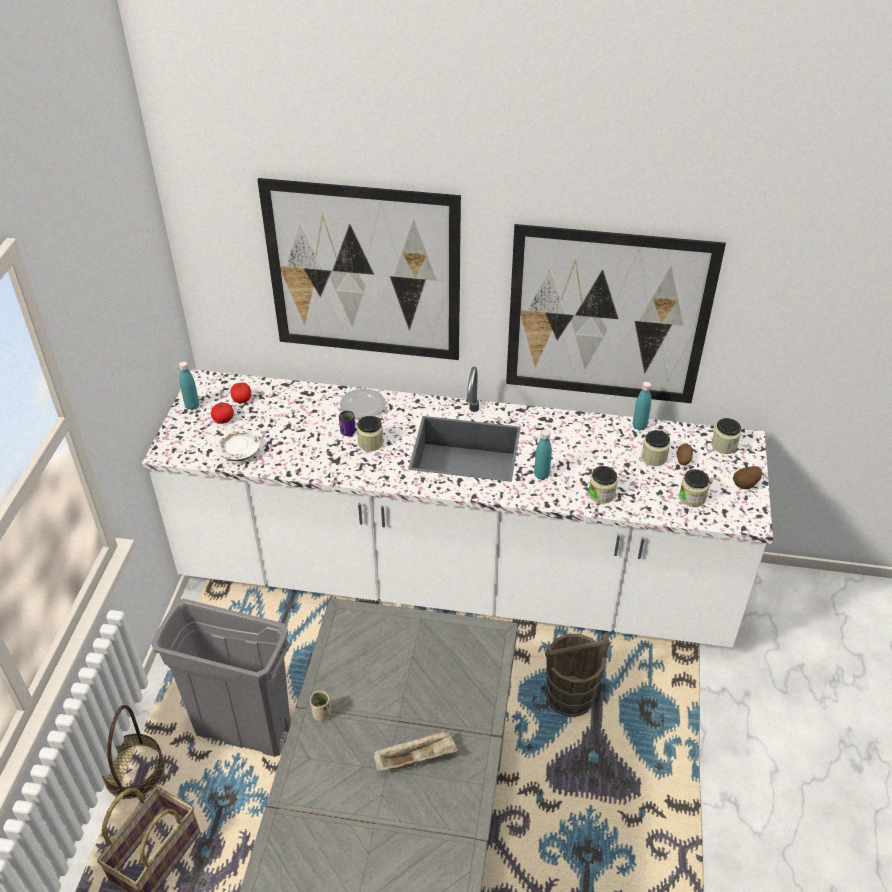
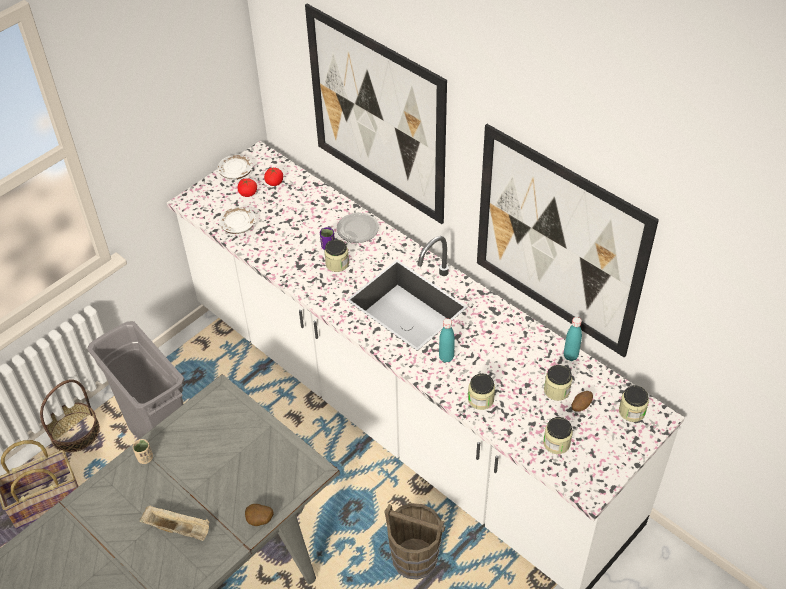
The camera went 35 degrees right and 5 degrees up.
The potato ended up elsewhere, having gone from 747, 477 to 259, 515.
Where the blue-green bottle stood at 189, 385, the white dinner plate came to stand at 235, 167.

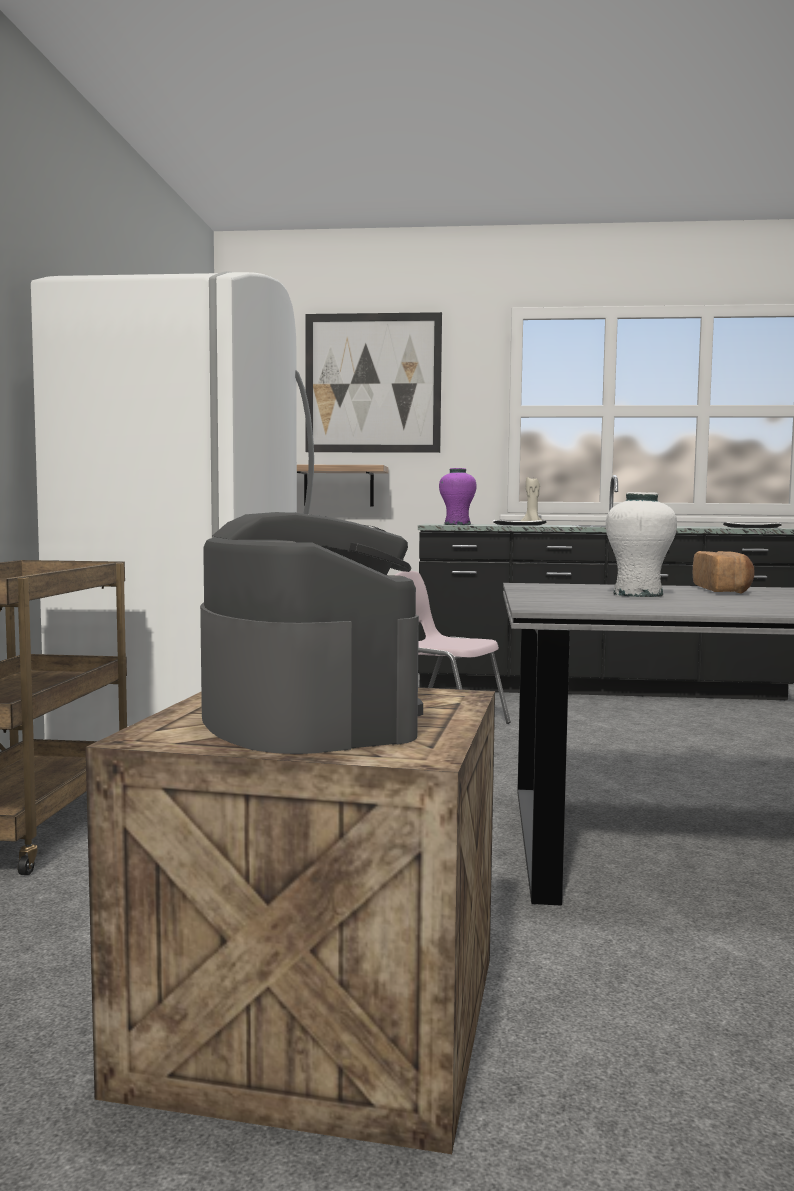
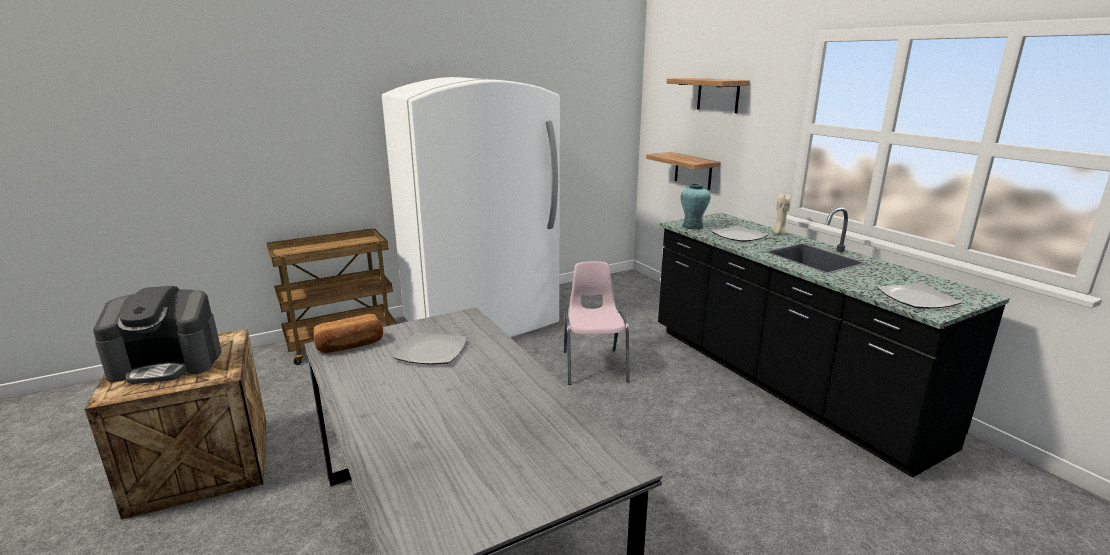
The camera went 55 degrees right and 15 degrees up.
The baked bread ended up elsewhere, having gone from 724, 572 to 348, 333.
Where the picture hung at 373, 382, the shelf came to hang at 708, 96.
Where the white decorative vase stood at 641, 544, the dinner plate came to stand at 430, 348.
What was the purplish decorative vase at 457, 496 turned into the blue-green decorative vase at 695, 206.
The coffee maker at 311, 633 ended up facing another way, 45 degrees clockwise from before.

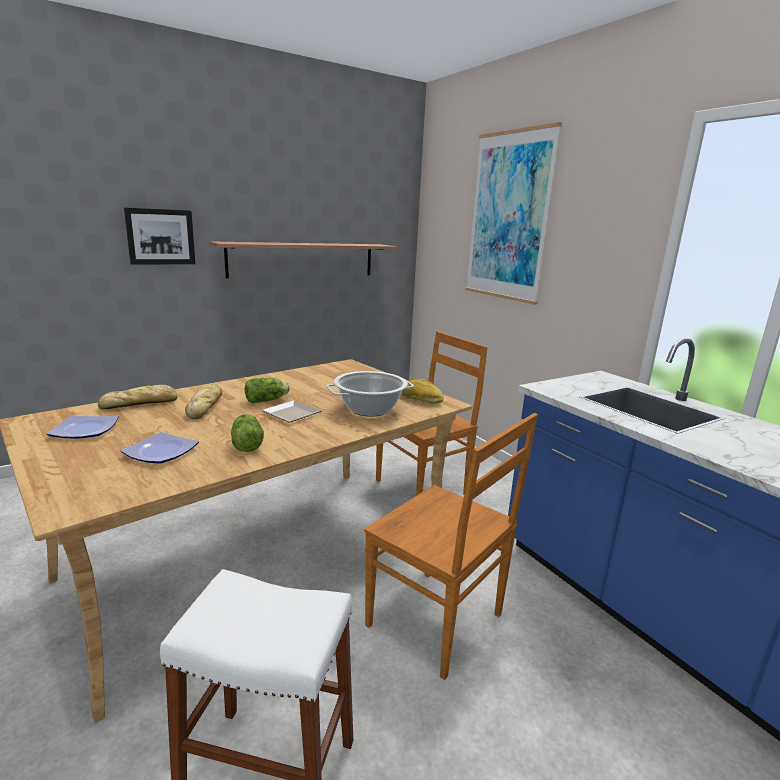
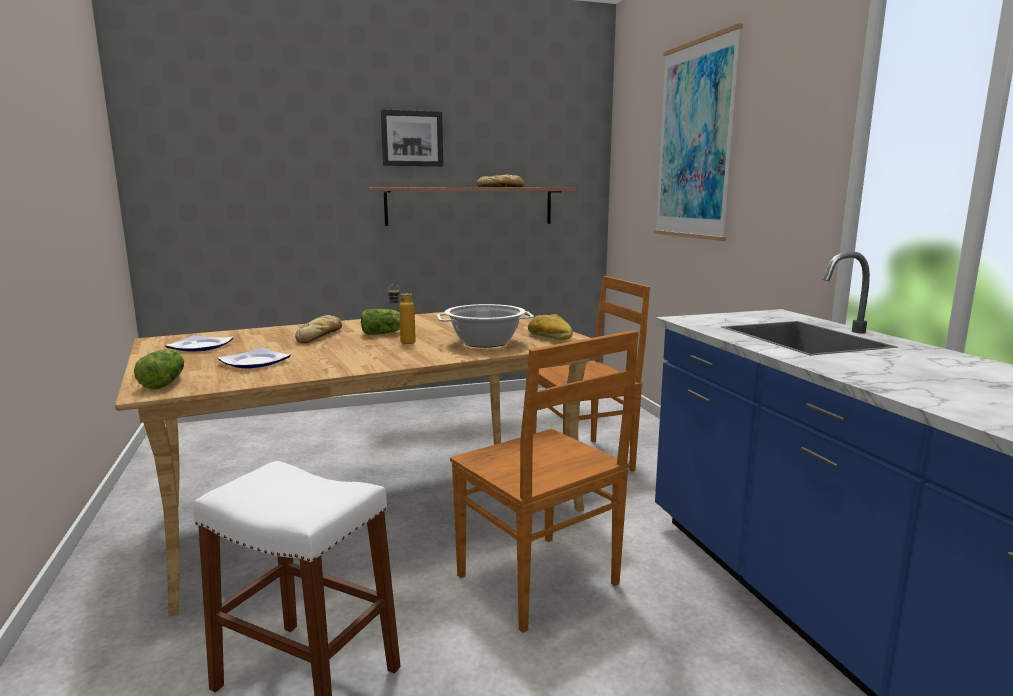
The camera went 15 degrees right and 5 degrees down.
The baked bread ended up elsewhere, having gone from 138, 397 to 501, 181.
The picture ended up elsewhere, having gone from 160, 236 to 411, 138.
The lettuce head ended up elsewhere, having gone from 247, 433 to 159, 369.
Where the dinner plate stood at 292, 411, the bottle came to stand at 402, 314.

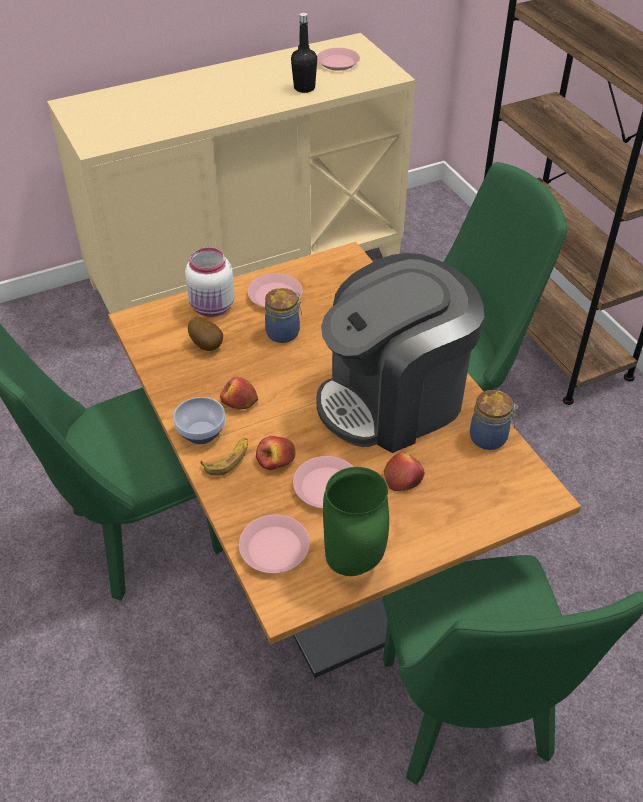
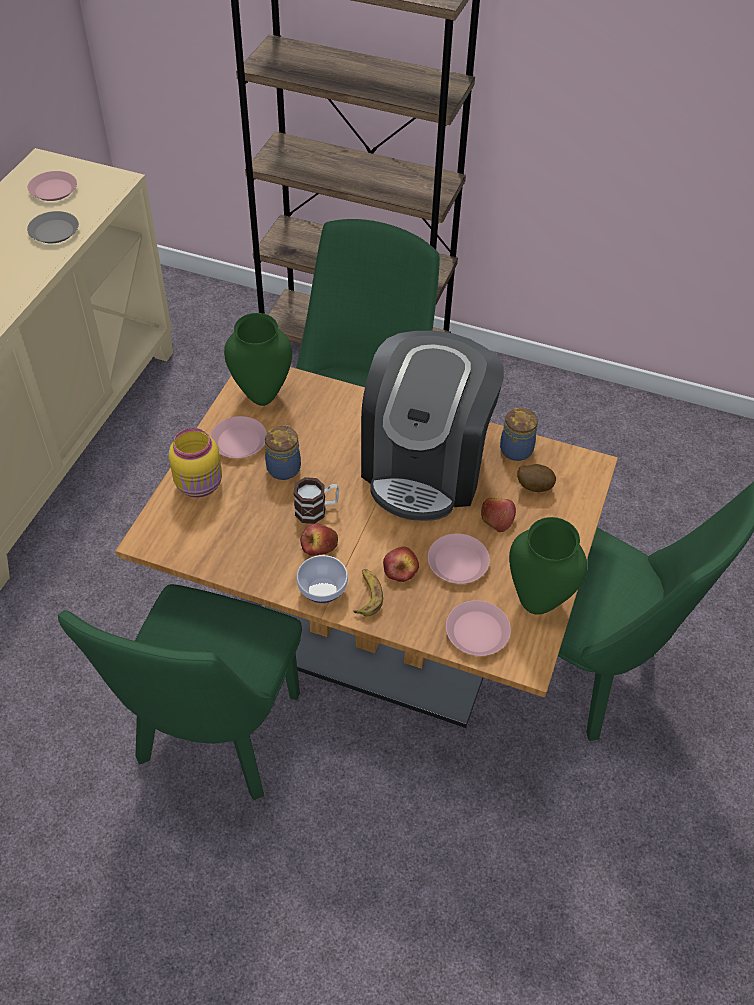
The camera went 45 degrees left and 5 degrees up.
The second view gained the green decorative vase at 258, 359.
The second view gained the mug at 316, 500.
The potato ended up elsewhere, having gone from 205, 334 to 536, 478.
Where the black bottle stood at 304, 53, the grey dinner plate came to stand at 53, 227.
What was the white preserve jar at 210, 282 turned into the yellow-coloured preserve jar at 195, 462.

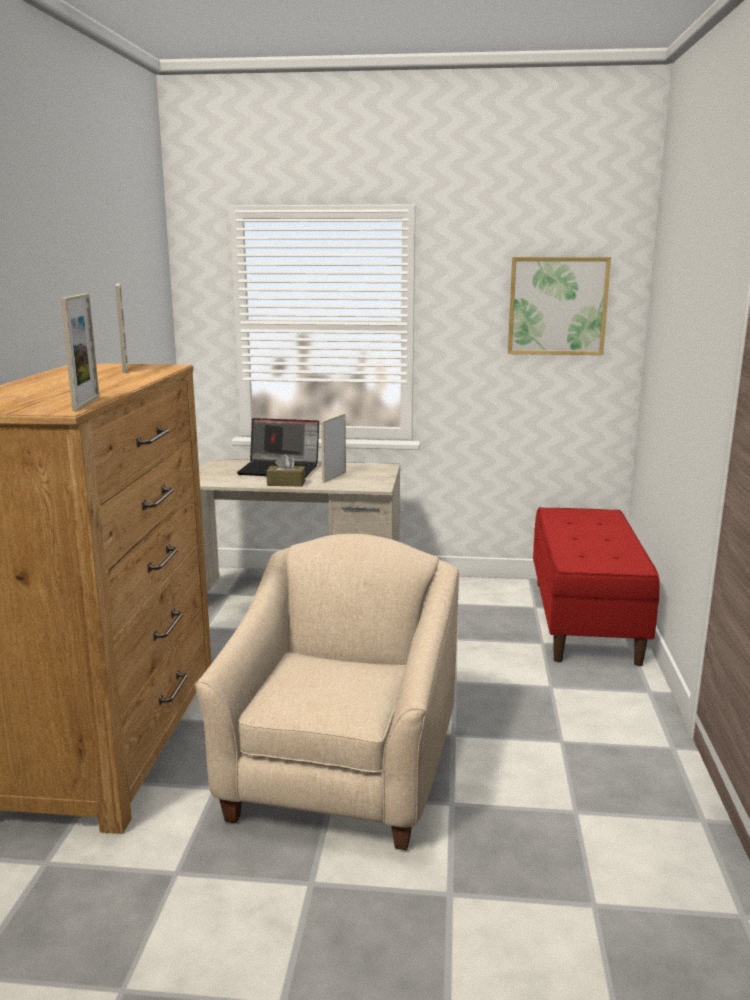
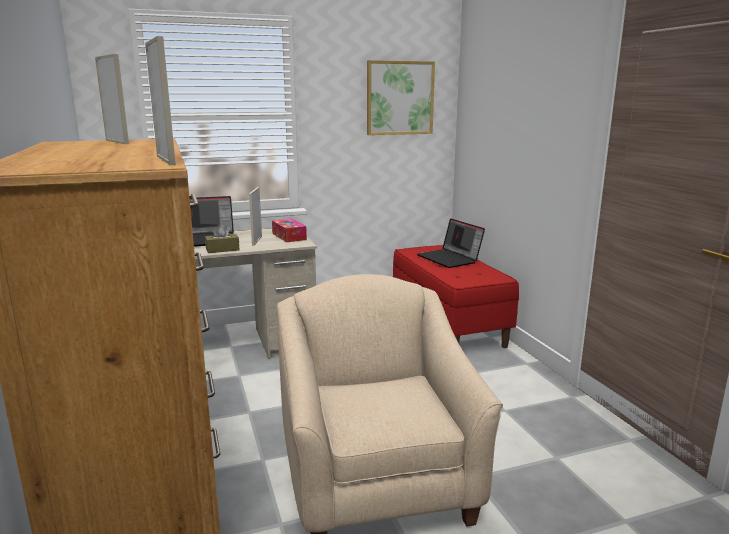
The camera went 25 degrees left and 0 degrees up.
The second view gained the tissue box at 289, 231.
The second view gained the notebook computer at 451, 243.

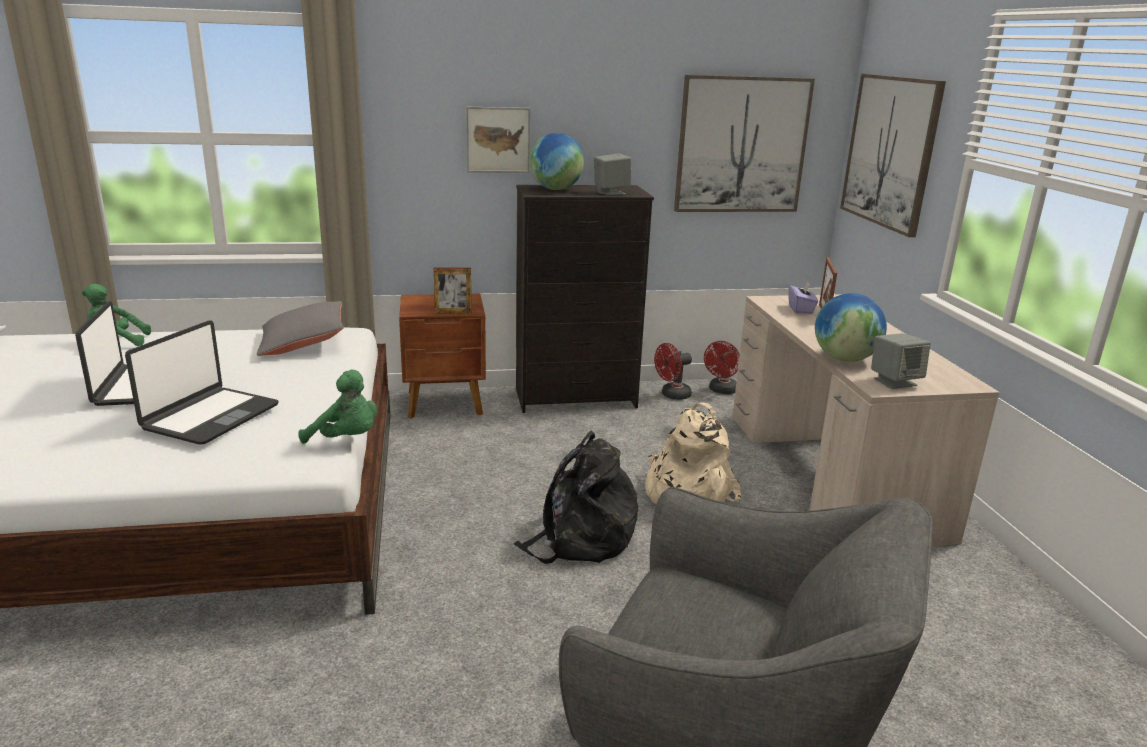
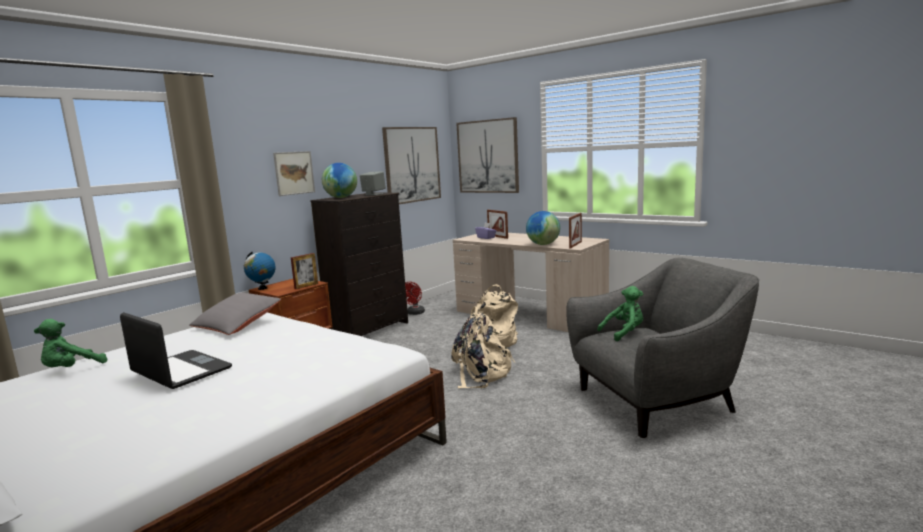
The camera went 40 degrees left and 10 degrees down.
The second view lost the notebook computer at 202, 382.
The second view lost the red-coloured electric fan at 722, 367.
The second view gained the world globe at 259, 271.
The green cuddly toy ended up elsewhere, having gone from 337, 406 to 620, 313.
Where the grey audio speaker stood at 901, 361, the picture frame came to stand at 575, 231.
What was the black backpack at 575, 497 turned into the beige-coloured backpack at 483, 347.

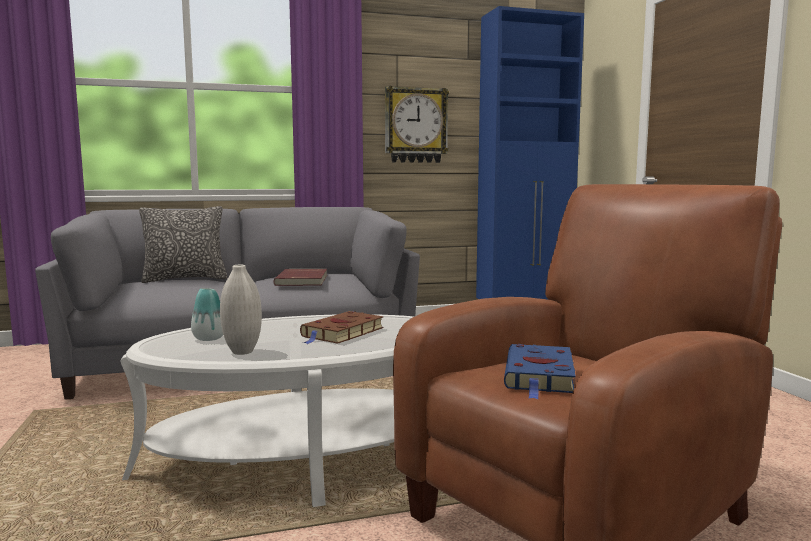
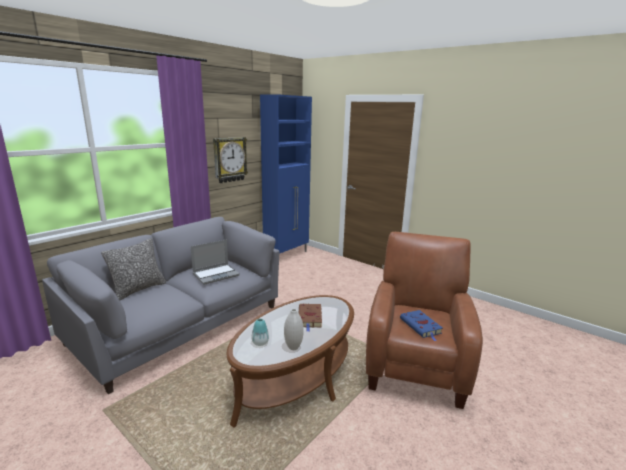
The camera went 35 degrees left and 10 degrees up.
Where the red-coloured volume stood at 300, 277, the notebook computer came to stand at 215, 262.
What was the white coffee table at 267, 410 turned into the brown coffee table at 290, 361.

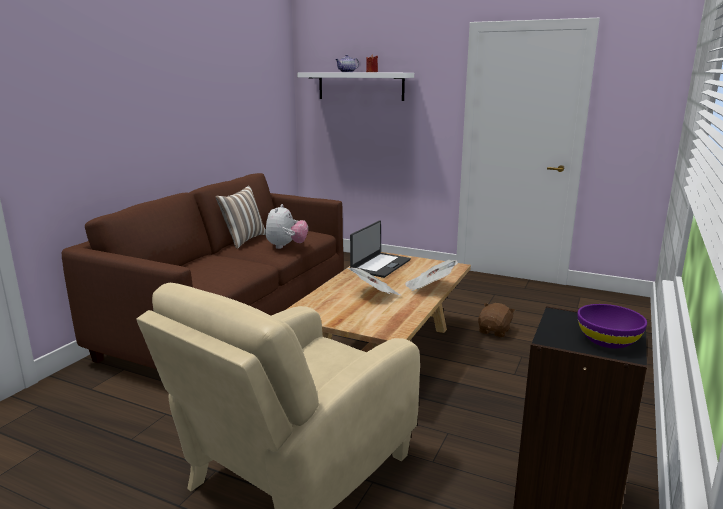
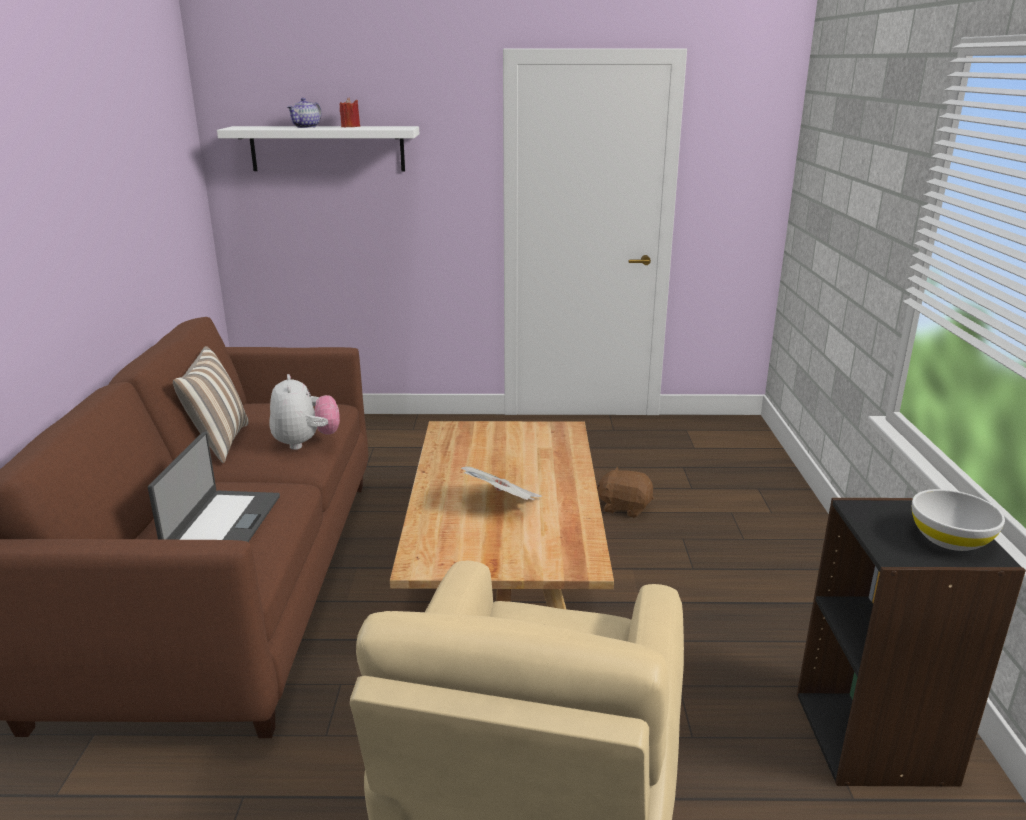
The camera went 25 degrees left and 5 degrees up.
The second view lost the daily paper at 431, 275.
The notebook computer ended up elsewhere, having gone from 380, 249 to 214, 487.
What was the purplish serving bowl at 612, 326 turned into the white serving bowl at 958, 520.
The brown cuddly toy at 496, 320 ended up facing another way, 75 degrees counterclockwise from before.

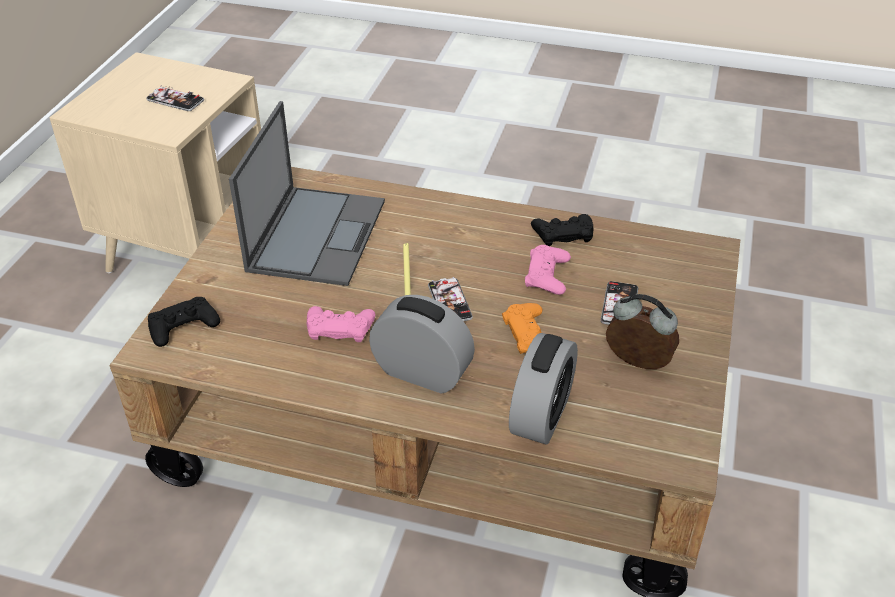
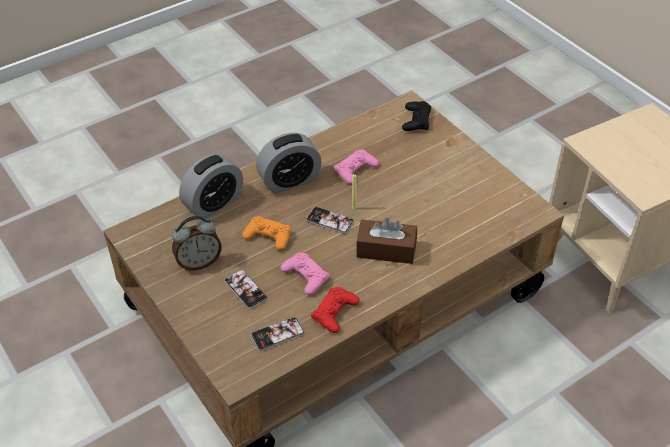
The camera went 130 degrees right and 5 degrees up.
The second view lost the notebook computer at 307, 193.
The second view gained the brown tissue box at 386, 241.
The handset ended up elsewhere, having gone from 175, 98 to 278, 334.
What was the black game controller at 562, 230 turned into the red-coloured game controller at 335, 310.
The alarm clock at 543, 389 ended up facing another way, 105 degrees counterclockwise from before.

